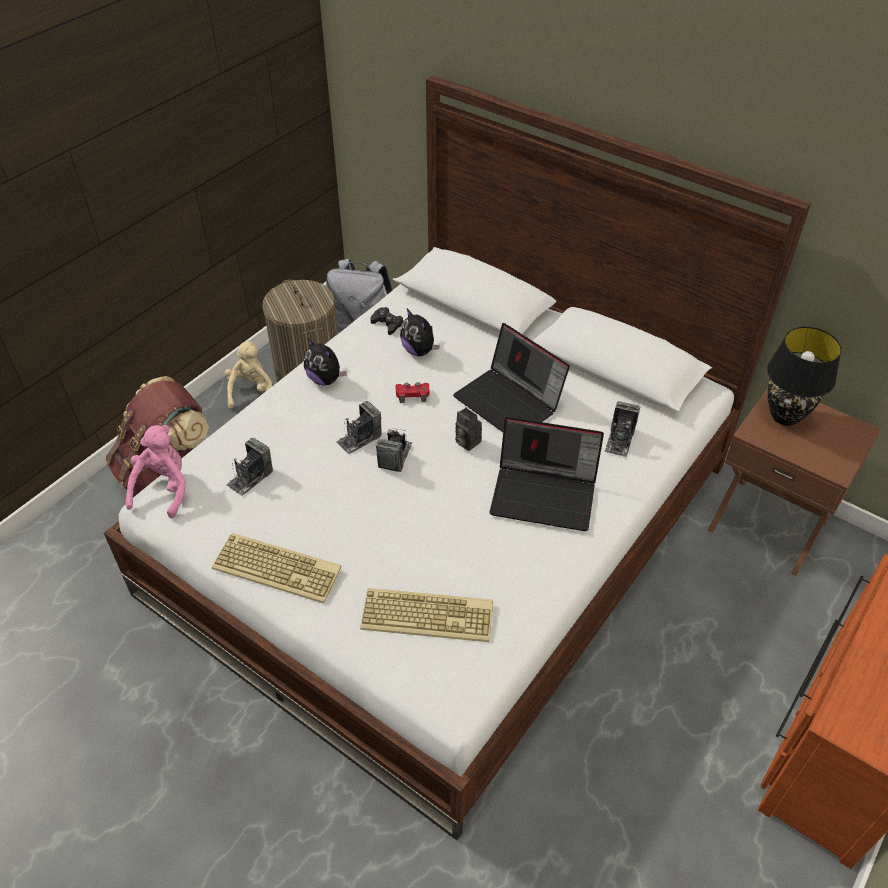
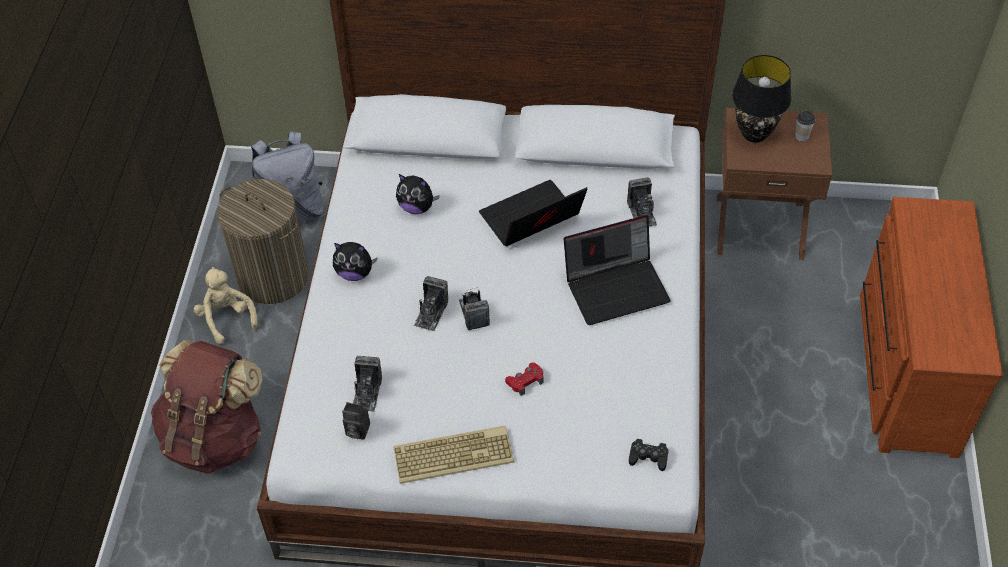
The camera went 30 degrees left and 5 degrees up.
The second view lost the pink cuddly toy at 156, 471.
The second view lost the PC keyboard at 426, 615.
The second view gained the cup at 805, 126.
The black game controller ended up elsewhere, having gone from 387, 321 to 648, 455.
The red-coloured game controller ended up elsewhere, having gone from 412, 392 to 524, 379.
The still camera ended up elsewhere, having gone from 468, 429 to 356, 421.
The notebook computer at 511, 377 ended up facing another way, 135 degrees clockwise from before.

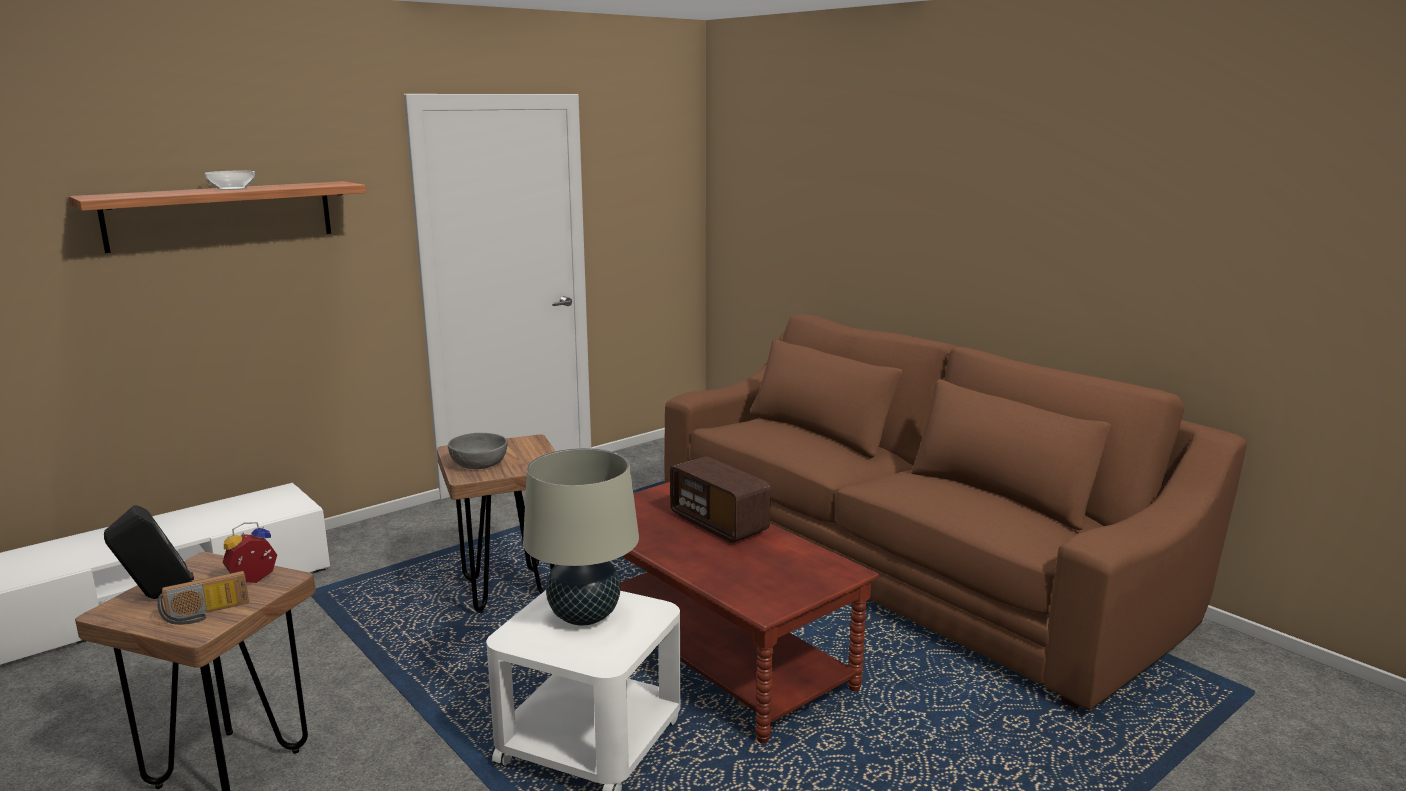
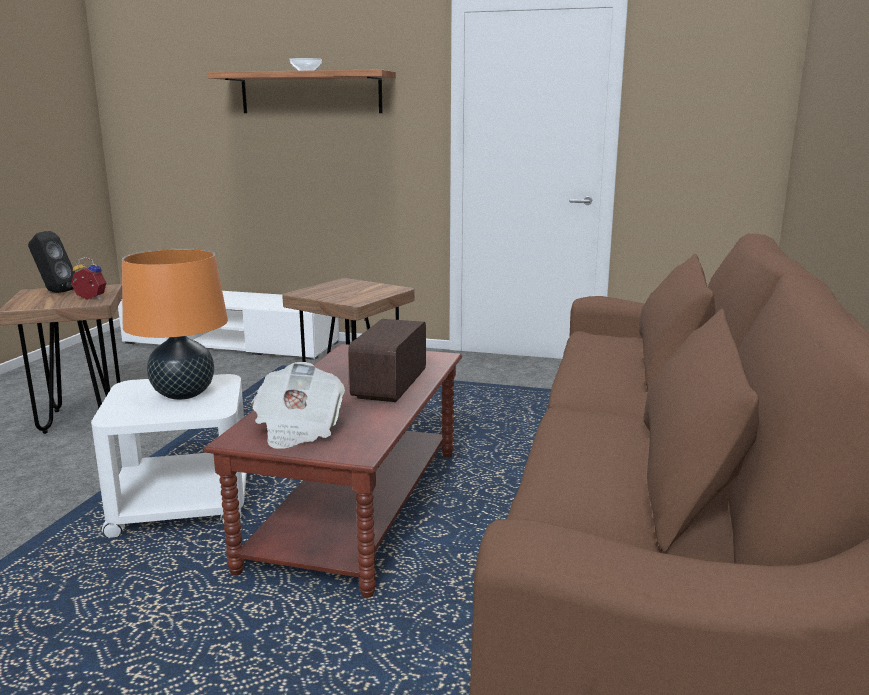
The camera went 55 degrees right and 0 degrees up.
The second view lost the radio receiver at 203, 598.
The second view lost the grey serving bowl at 478, 451.
The second view gained the daily paper at 298, 405.
What was the beige-coloured lamp for a table at 581, 537 turned into the orangey lamp for a table at 175, 324.

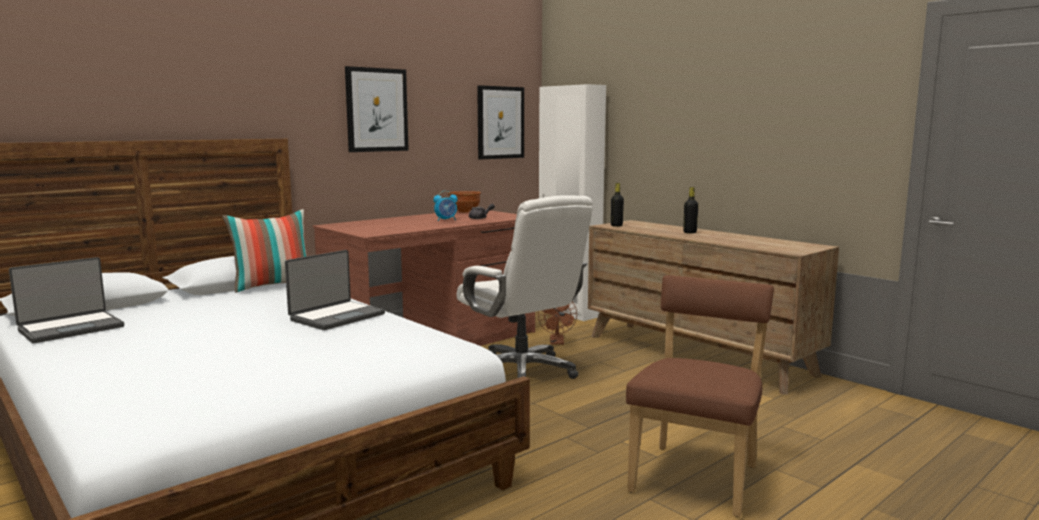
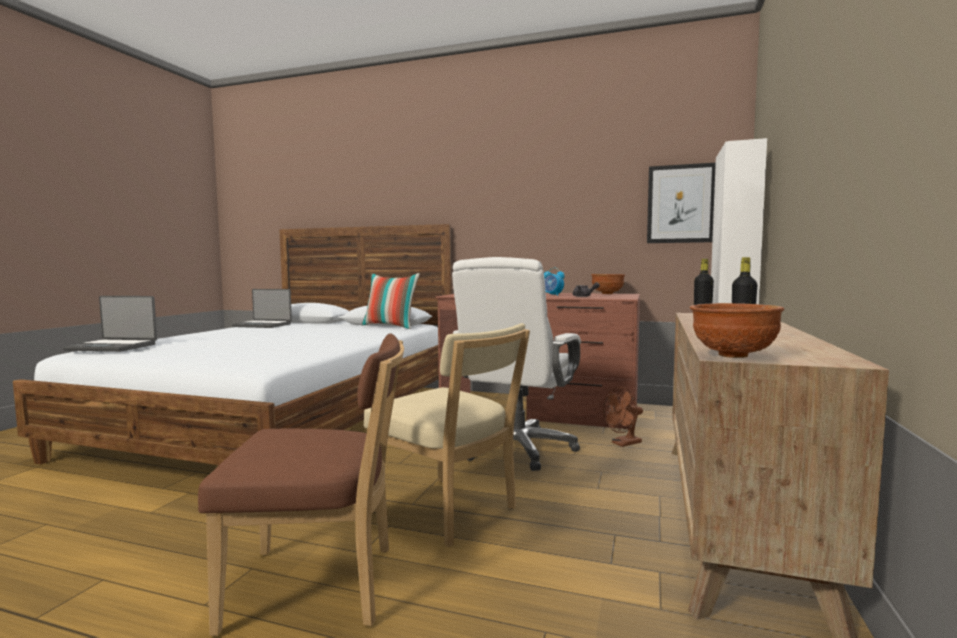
The camera went 60 degrees right and 5 degrees down.
The second view lost the picture at 377, 109.
The second view gained the beige-coloured chair at 447, 435.
The second view gained the brown serving bowl at 737, 330.
The notebook computer ended up elsewhere, having gone from 335, 290 to 110, 324.

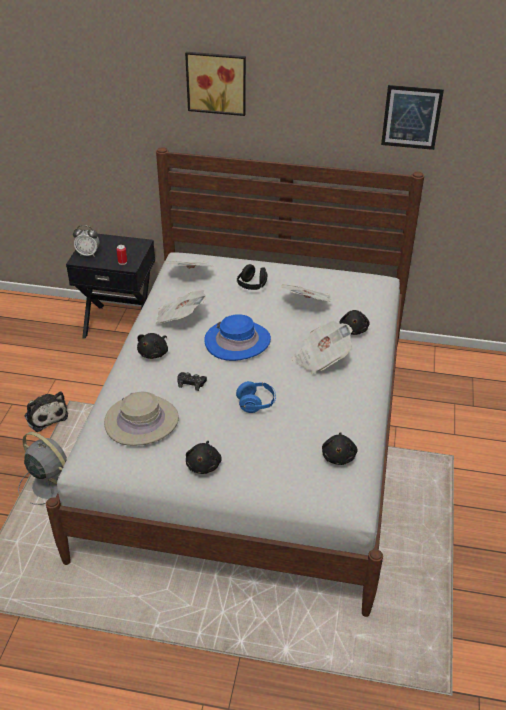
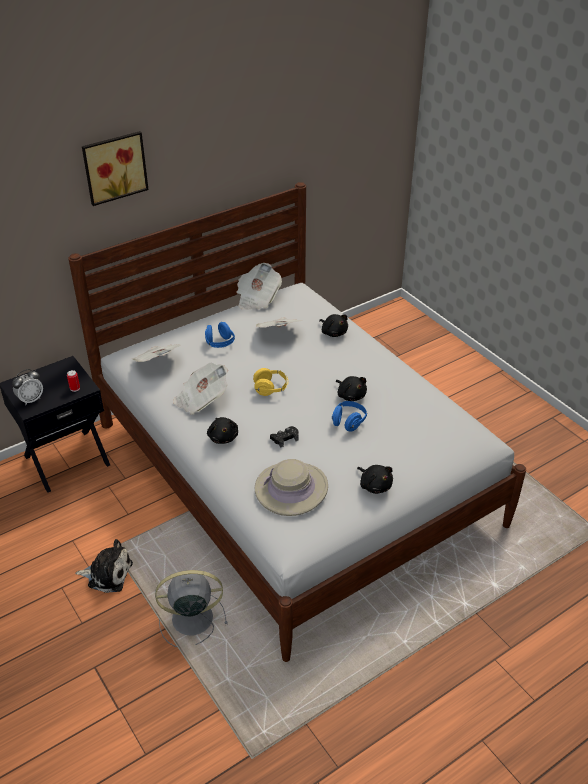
The camera went 45 degrees left and 0 degrees up.
The second view lost the picture at 412, 117.
The daily paper ended up elsewhere, having gone from 322, 347 to 259, 286.
The black cuddly toy ended up elsewhere, having gone from 339, 448 to 351, 388.
Where the blue-coloured wearable hat stood at 237, 337, the yellow-coloured headset came to stand at 270, 382.
What was the black headset at 252, 277 turned into the blue-coloured headset at 220, 335.

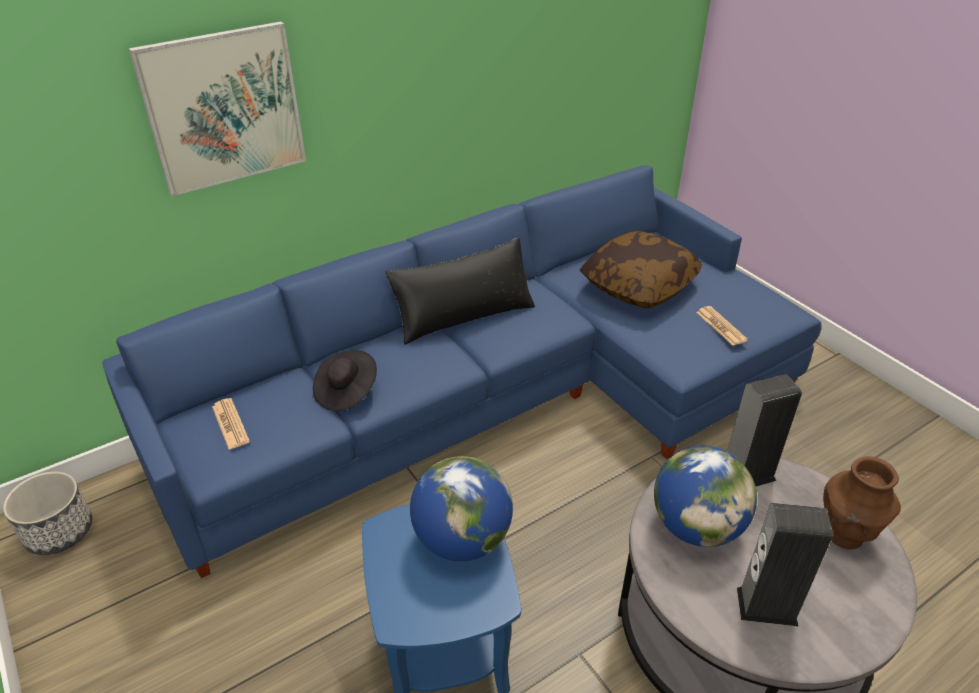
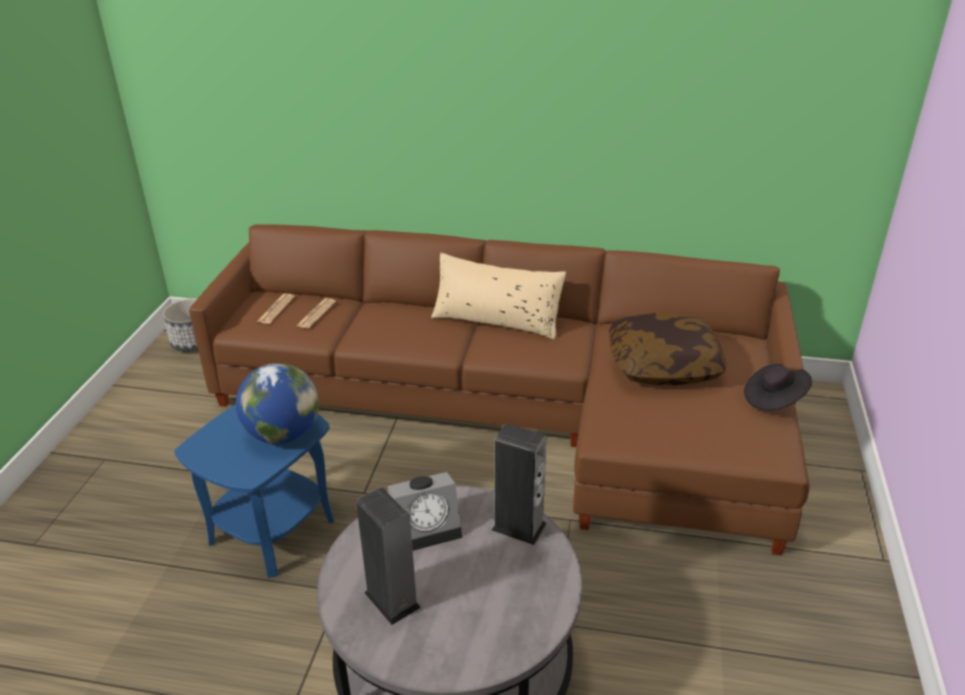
The camera went 45 degrees right and 5 degrees down.
The second view lost the picture at 217, 108.
The second view lost the brown decorative vase at 862, 502.
The black wearable hat ended up elsewhere, having gone from 345, 380 to 778, 387.
The daily paper ended up elsewhere, having gone from 722, 326 to 316, 313.
Where the world globe stood at 705, 496, the alarm clock came to stand at 425, 511.
What was the blue-coloured sofa at 462, 371 turned into the brown sofa at 499, 389.
What was the black pillow at 460, 291 turned into the beige-coloured pillow at 498, 296.

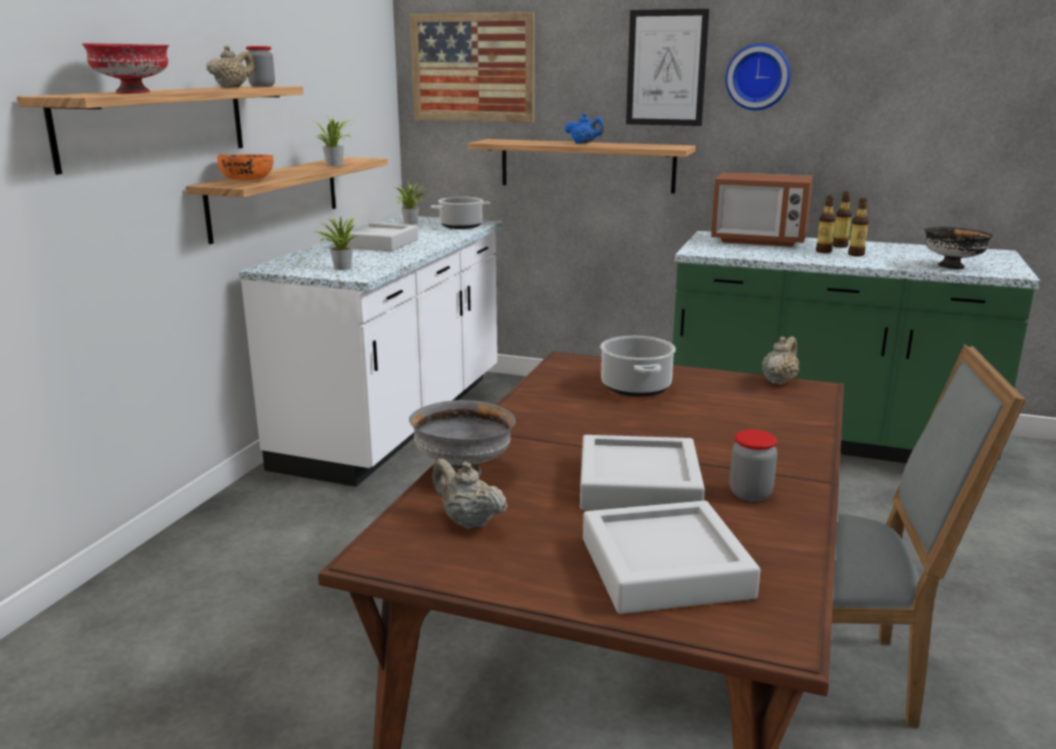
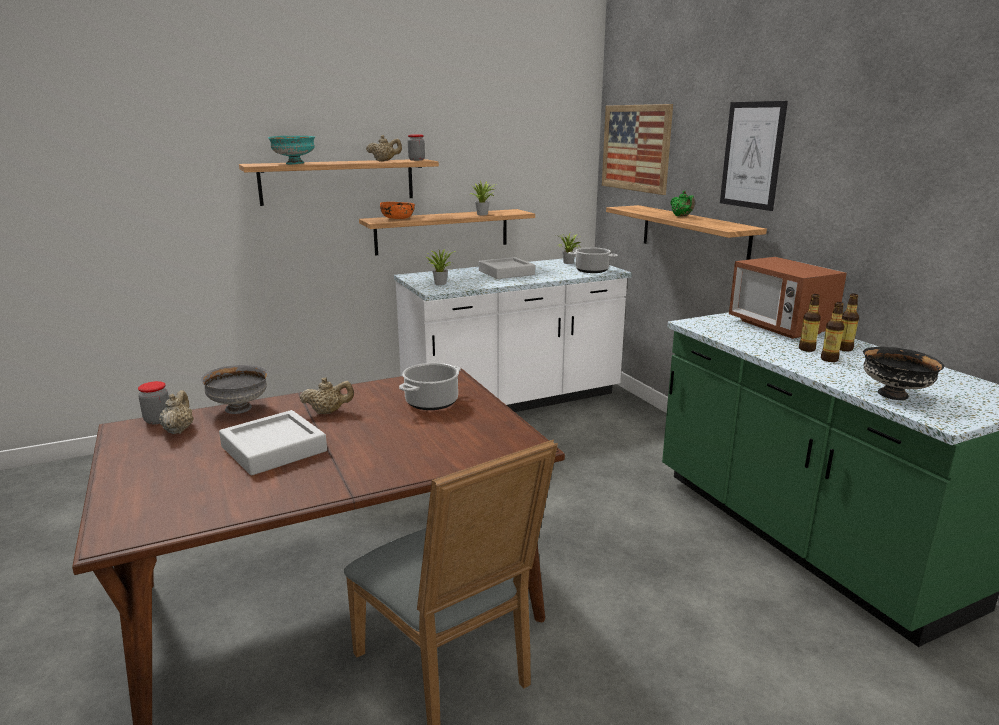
The camera went 45 degrees right and 0 degrees up.
The second view lost the grey serving tray at 672, 557.
The second view lost the clock on the wall at 758, 76.
The preserve jar ended up elsewhere, having gone from 754, 466 to 153, 402.
The beige-coloured tea pot ended up elsewhere, having gone from 780, 360 to 327, 395.
What was the red-coloured serving bowl at 125, 68 turned into the blue-green serving bowl at 291, 150.
What was the blue-coloured tea pot at 584, 128 turned into the green tea pot at 682, 204.

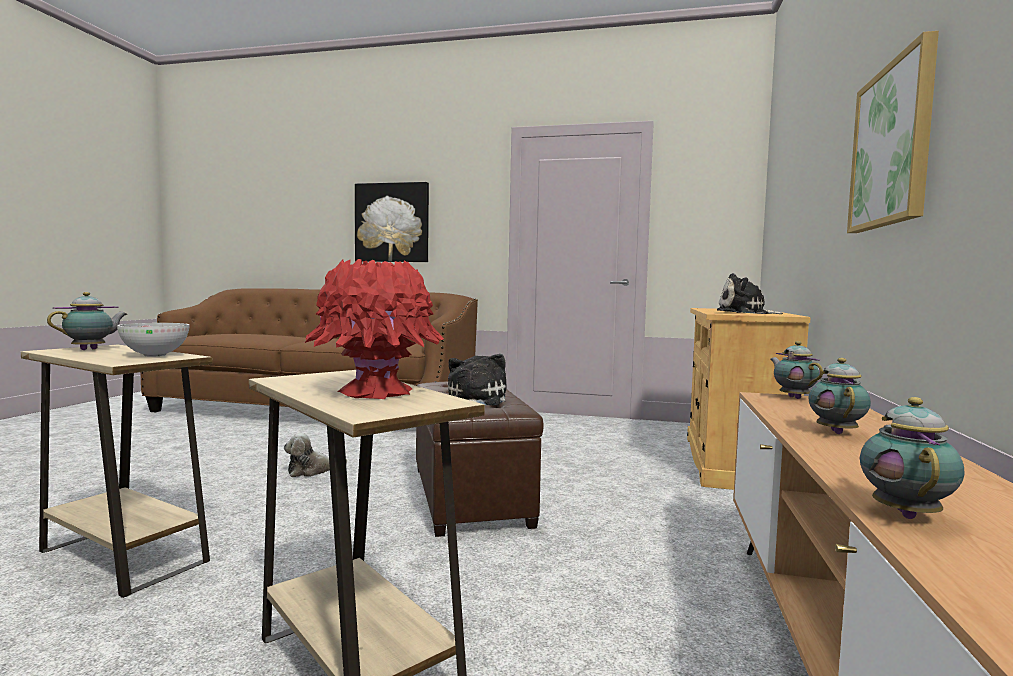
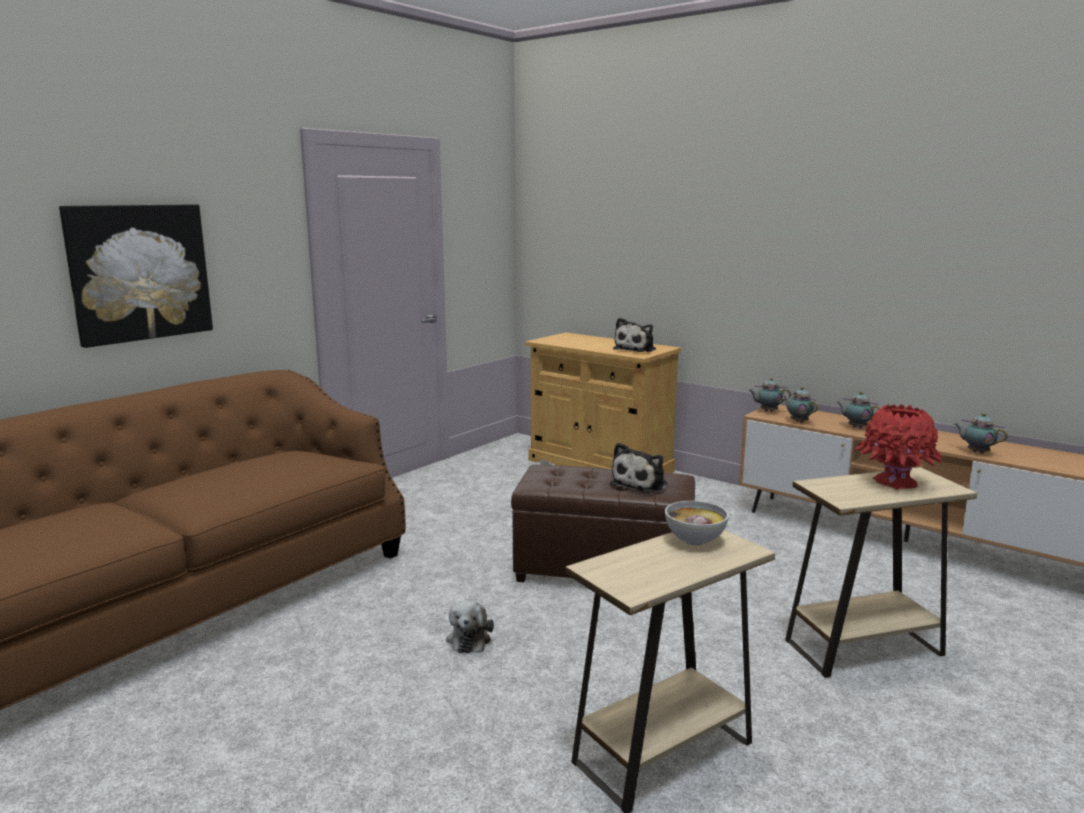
The camera went 65 degrees left and 10 degrees up.
The second view lost the picture at 893, 132.
The tea pot ended up elsewhere, having gone from 87, 321 to 800, 405.
The cuddly toy at 477, 380 ended up facing another way, 90 degrees counterclockwise from before.

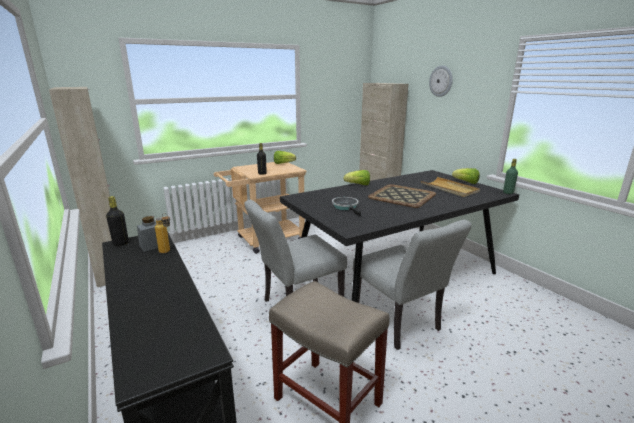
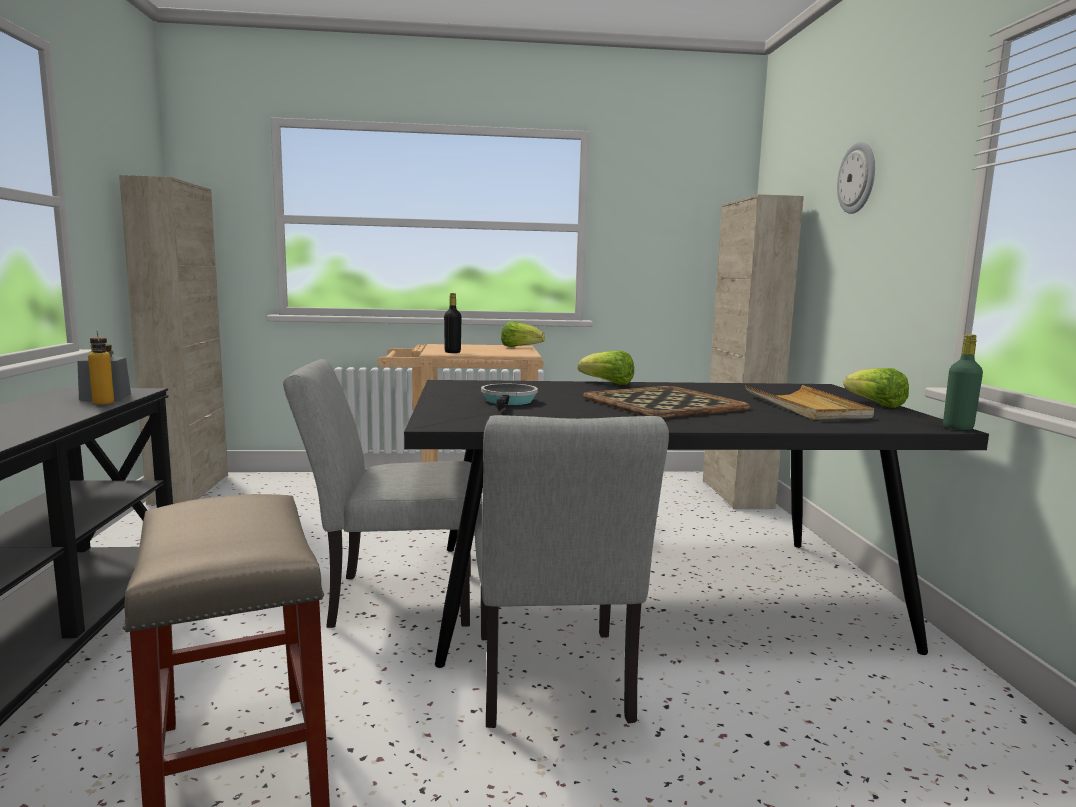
The camera went 25 degrees right and 10 degrees down.
The second view lost the black bottle at 117, 221.

